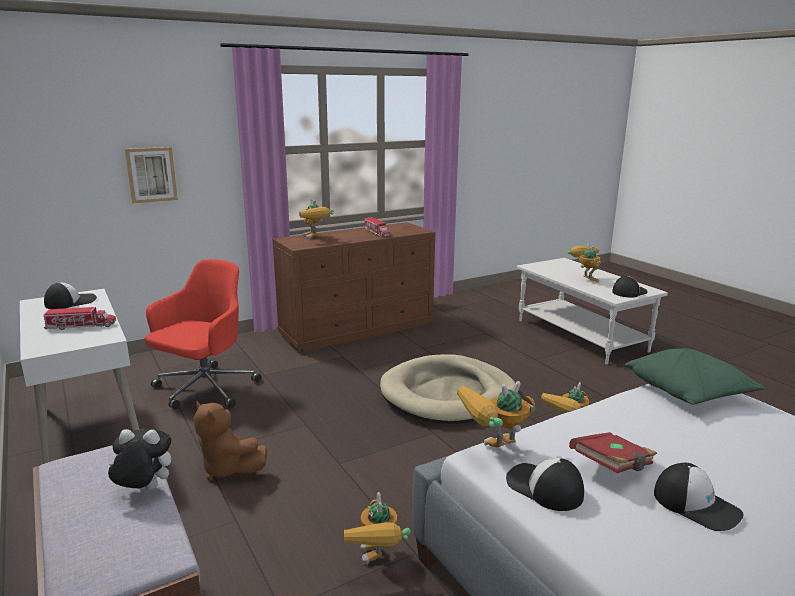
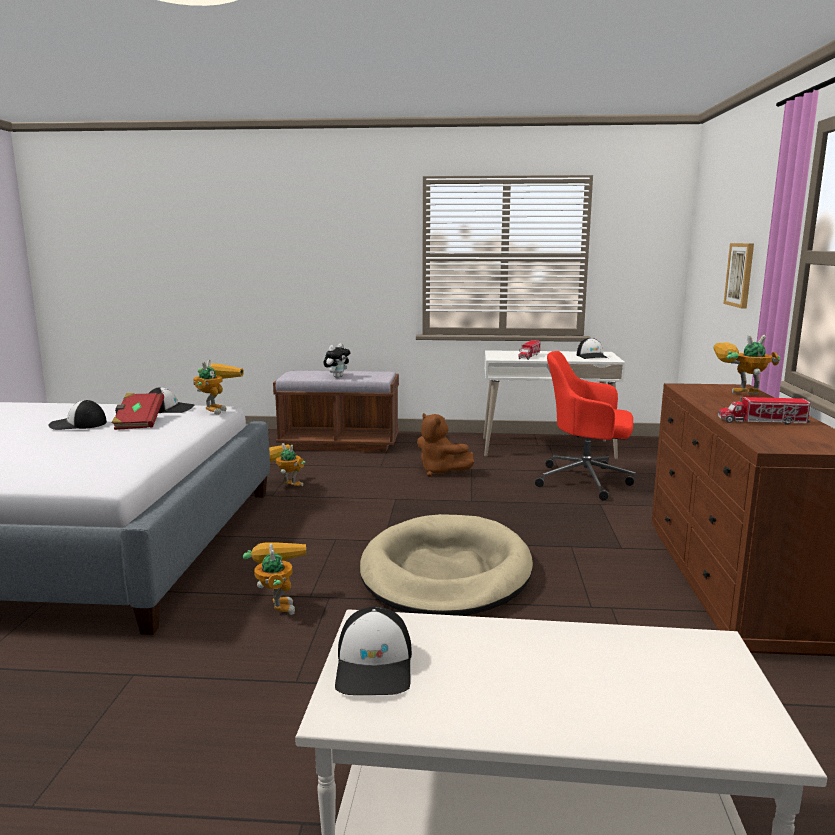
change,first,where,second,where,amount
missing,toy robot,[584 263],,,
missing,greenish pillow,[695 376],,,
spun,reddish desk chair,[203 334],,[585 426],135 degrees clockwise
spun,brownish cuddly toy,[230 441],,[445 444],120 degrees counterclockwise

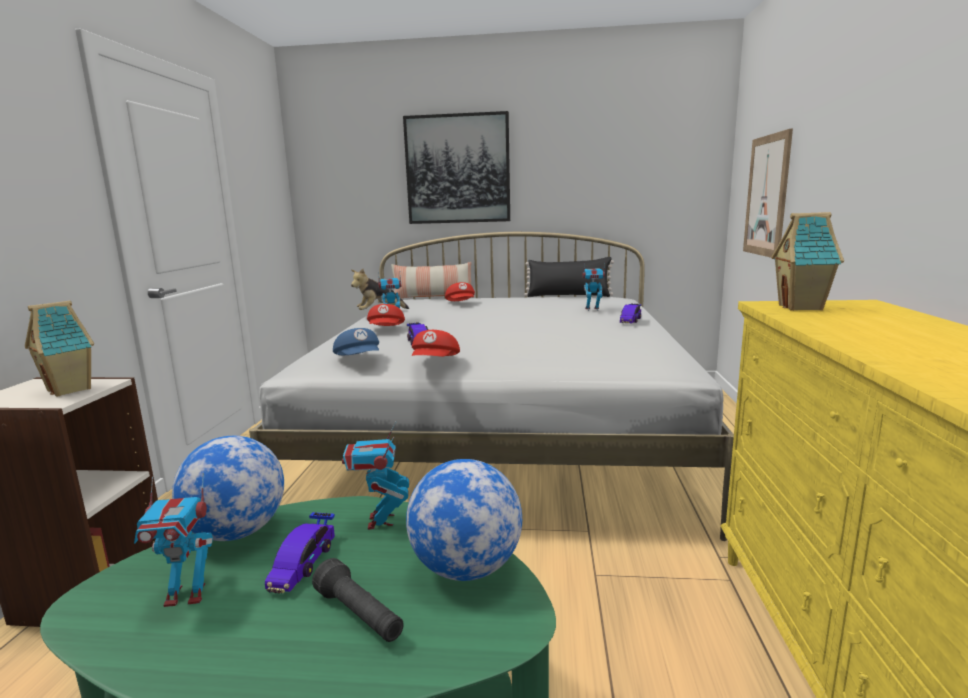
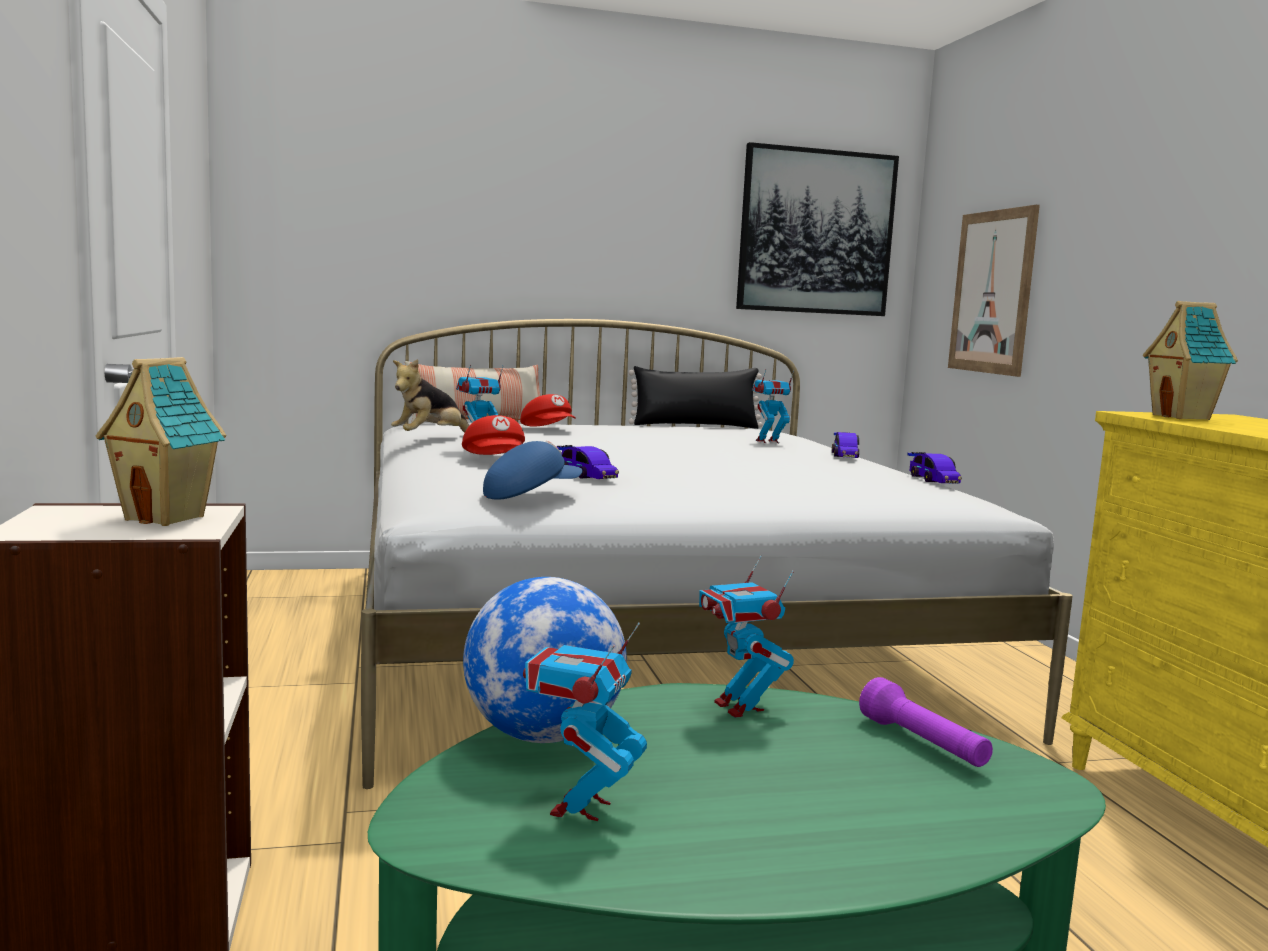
change,first,where,second,where,amount
missing,black-coloured hand torch,[358 600],,,
missing,reddish cap,[436 343],,,
relocated,toy car,[300 553],,[934 468],
relocated,wall picture,[456 167],,[817 229],
exchanged,globe,[464 520],purple-coloured hand torch,[926 722],
spun,toy robot,[173 540],,[585 722],135 degrees clockwise
spun,blue cap,[356 341],,[533 470],75 degrees counterclockwise

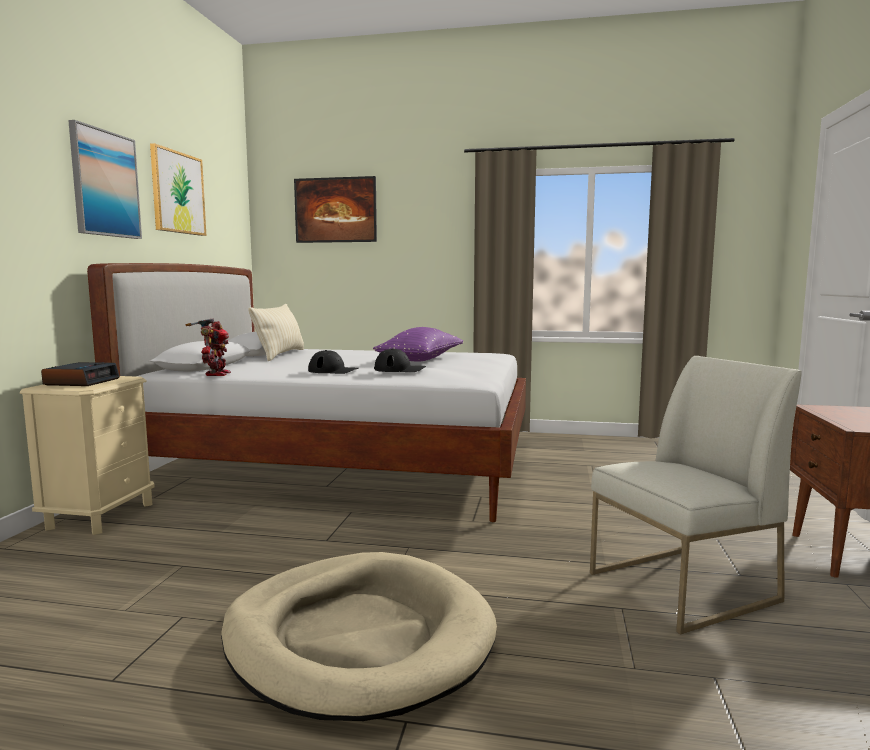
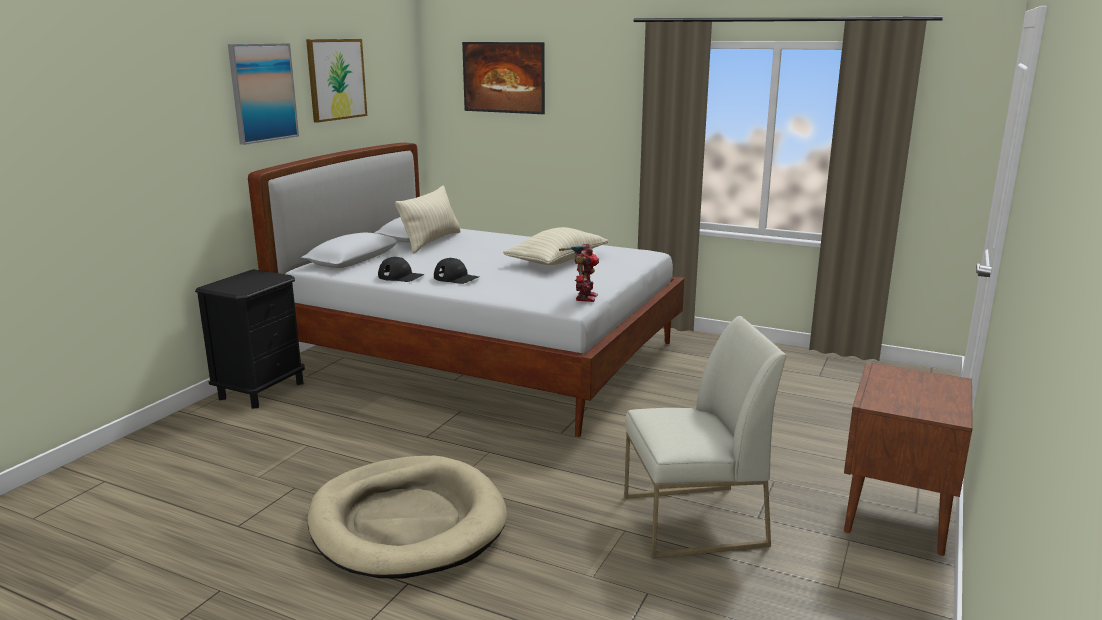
change,first,where,second,where,amount
missing,alarm clock,[80 374],,,
relocated,toy robot,[208 347],,[579 273],
relocated,black-coloured cap,[400 360],,[401 269],
colour,sand-coloured bedside table,[87 455],black-coloured bedside table,[250 339],
colour,purple-coloured pillow,[418 344],sand-coloured pillow,[555 246],

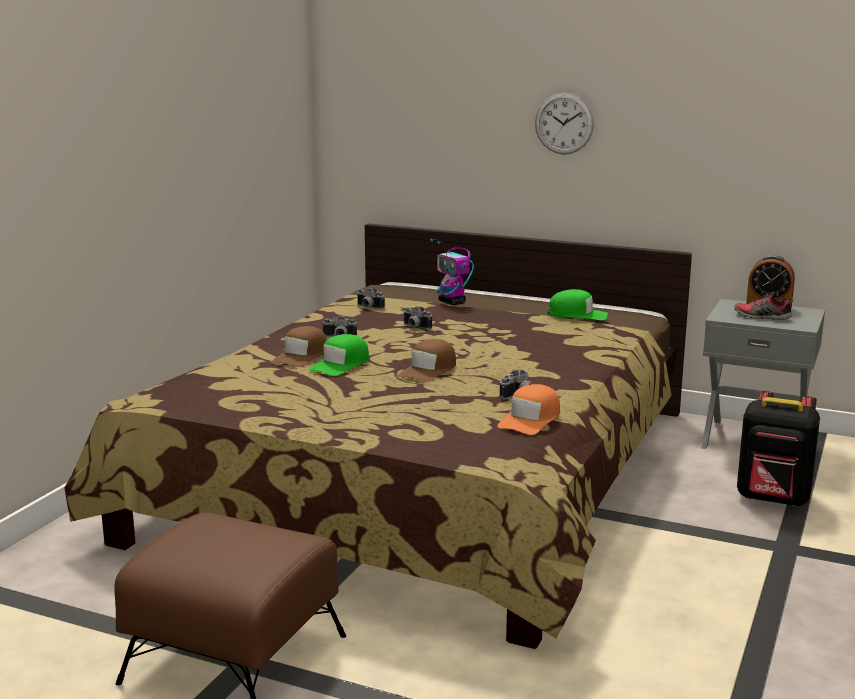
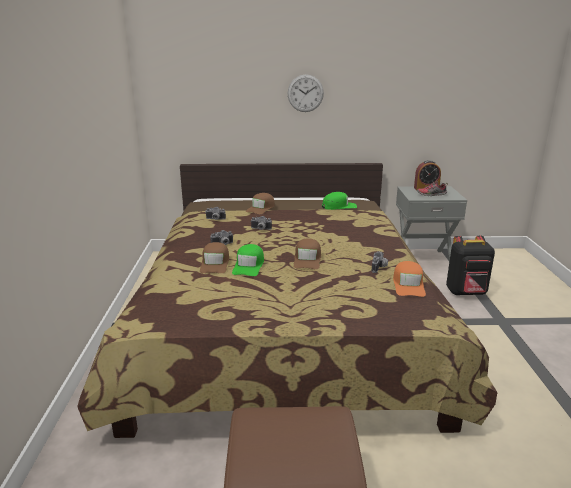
change,first,where,second,where,amount
exchanged,toy robot,[452 272],brownish cap,[260 203],

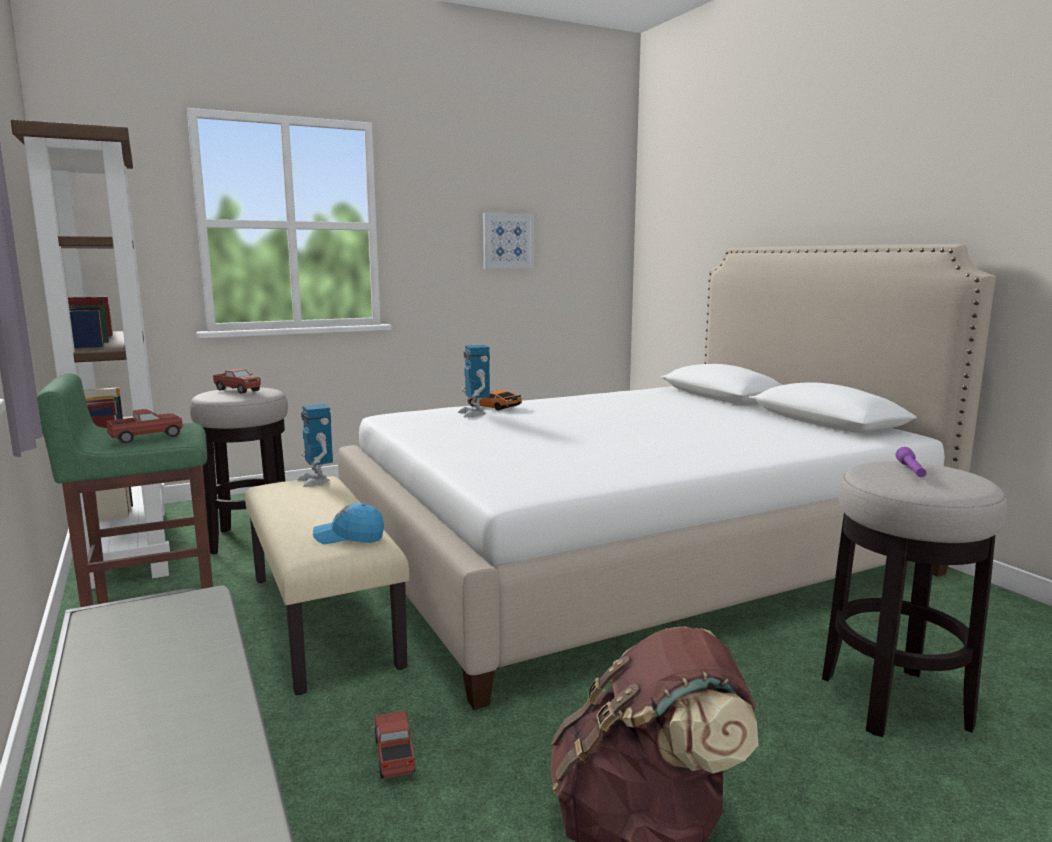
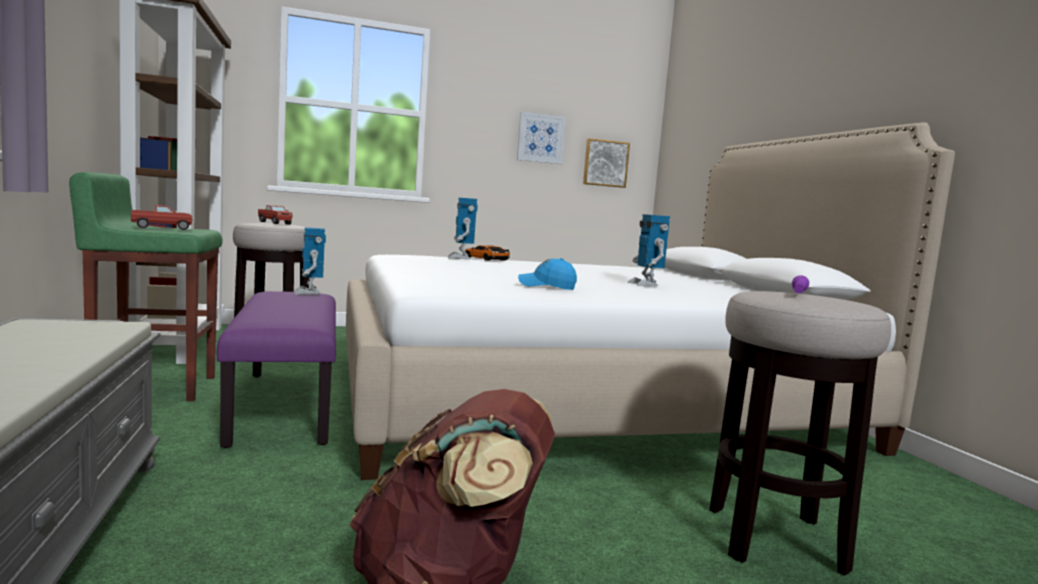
change,first,where,second,where,amount
missing,toy lorry,[394 745],,,
appeared,,,wall picture,[606 163],
appeared,,,toy robot,[648 250],
relocated,blue cap,[348 523],,[547 274],
colour,sand-coloured bench,[327 585],purple-coloured bench,[276 369],

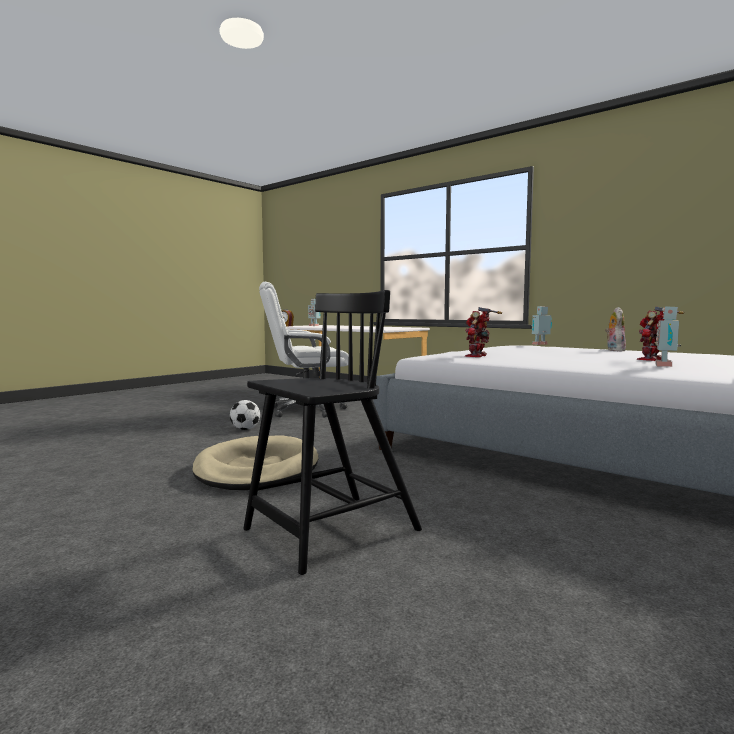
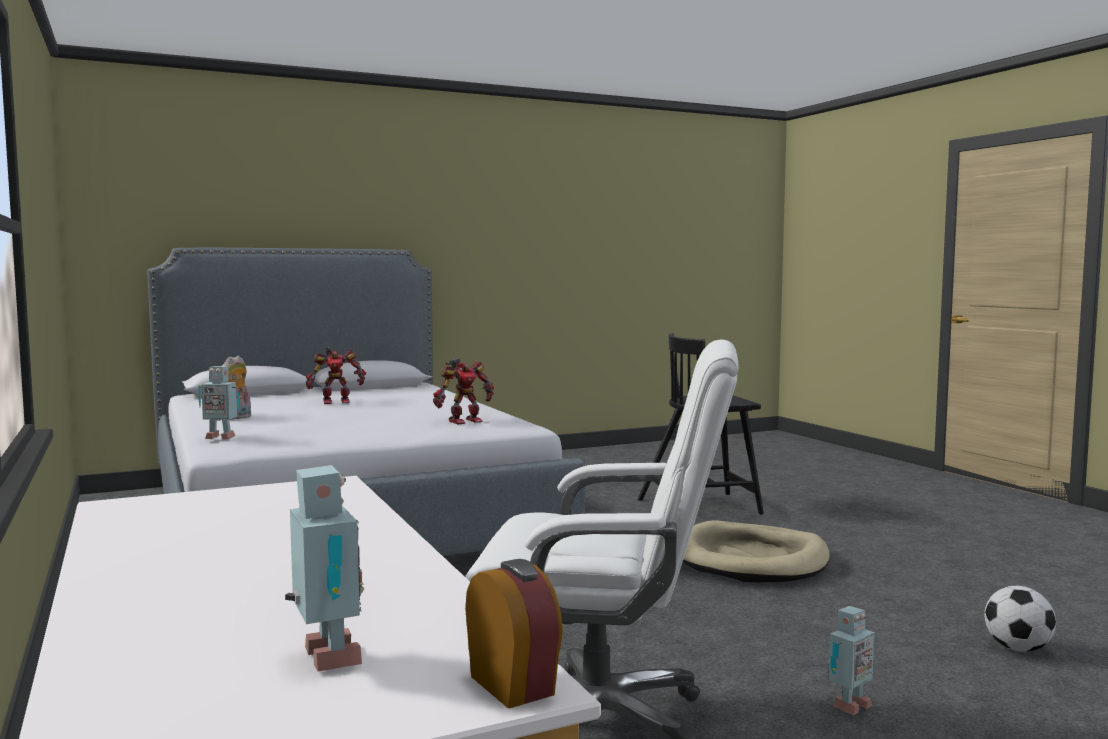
change,first,where,second,where,amount
relocated,football ball,[245 415],,[1020 619],
relocated,toy robot,[667 336],,[851 660],

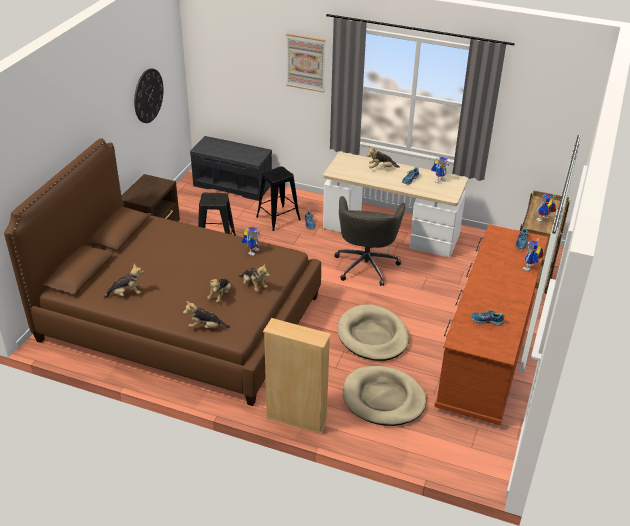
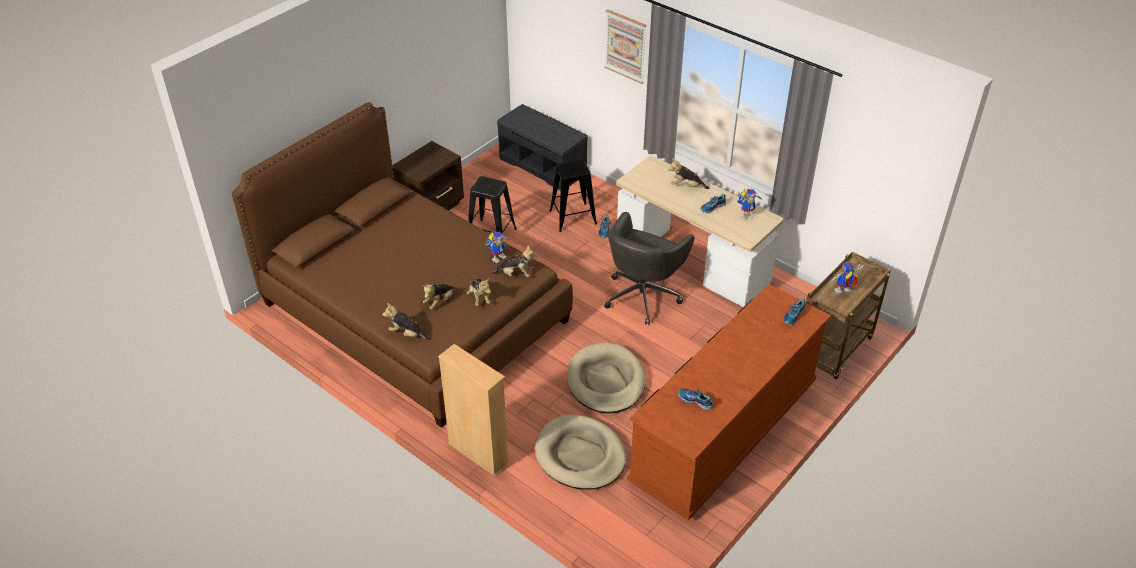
change,first,where,second,where,amount
missing,hanging clock,[149 96],,,
missing,toy robot,[532 254],,,
relocated,cuddly toy,[124 281],,[514 261],

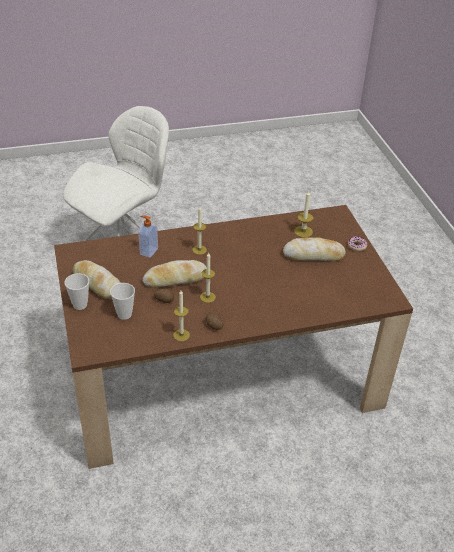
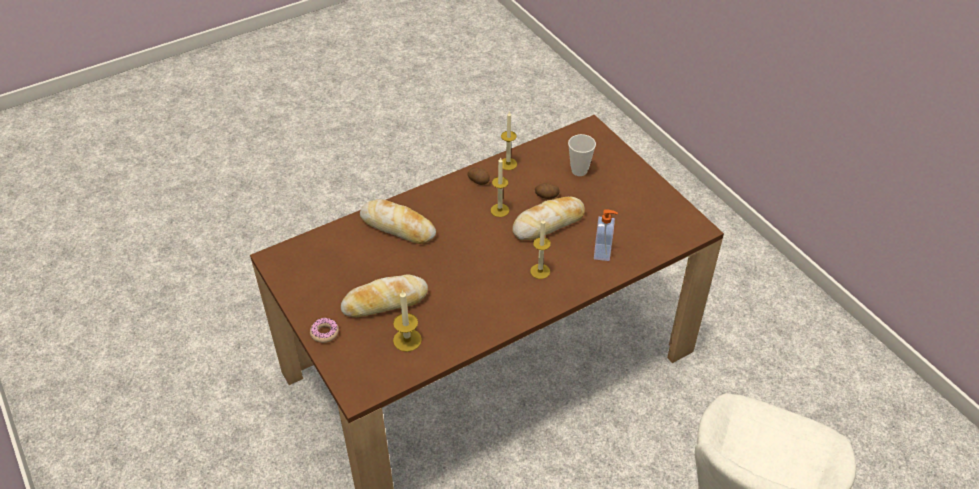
change,first,where,second,where,amount
missing,drinking cup,[76 291],,,
relocated,bread,[97 280],,[398 221],

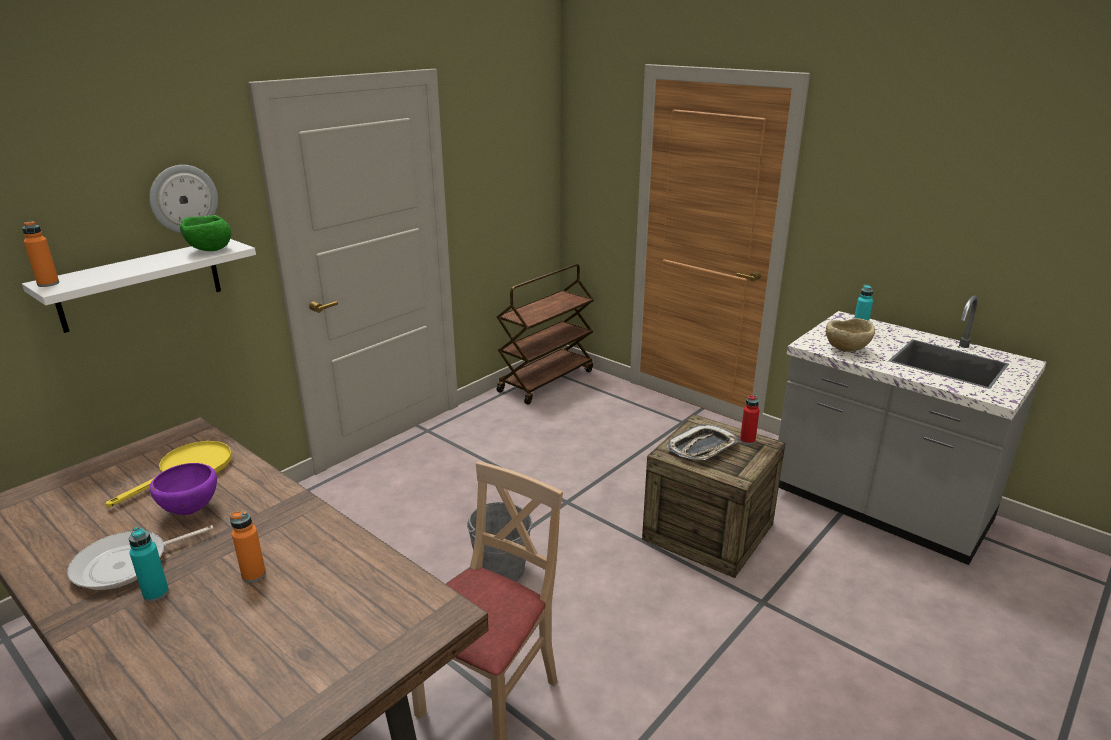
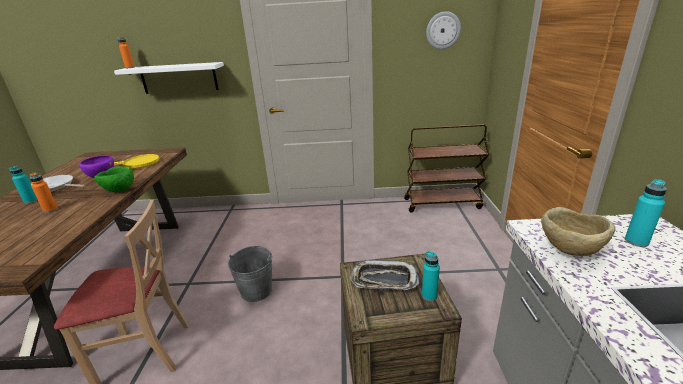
change,first,where,second,where,amount
relocated,hanging clock,[183 199],,[443 30],
relocated,greenish deep dish,[205 233],,[114 179],
colour,reddish bottle,[750 420],turquoise bottle,[431 276],

